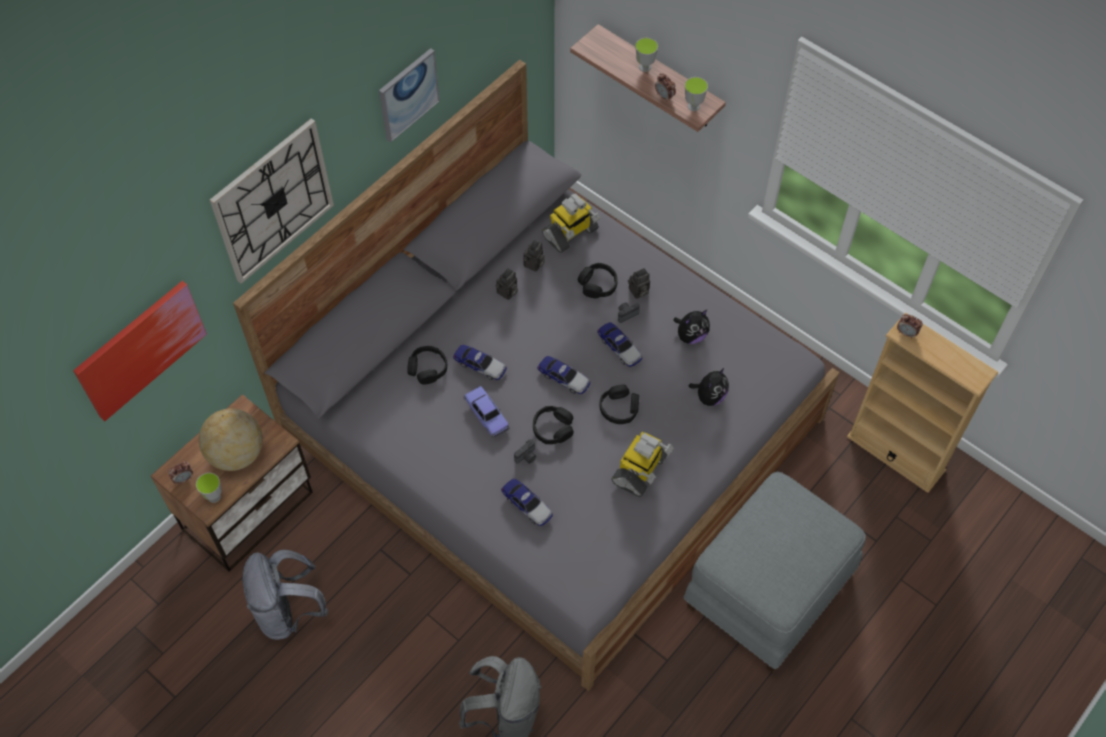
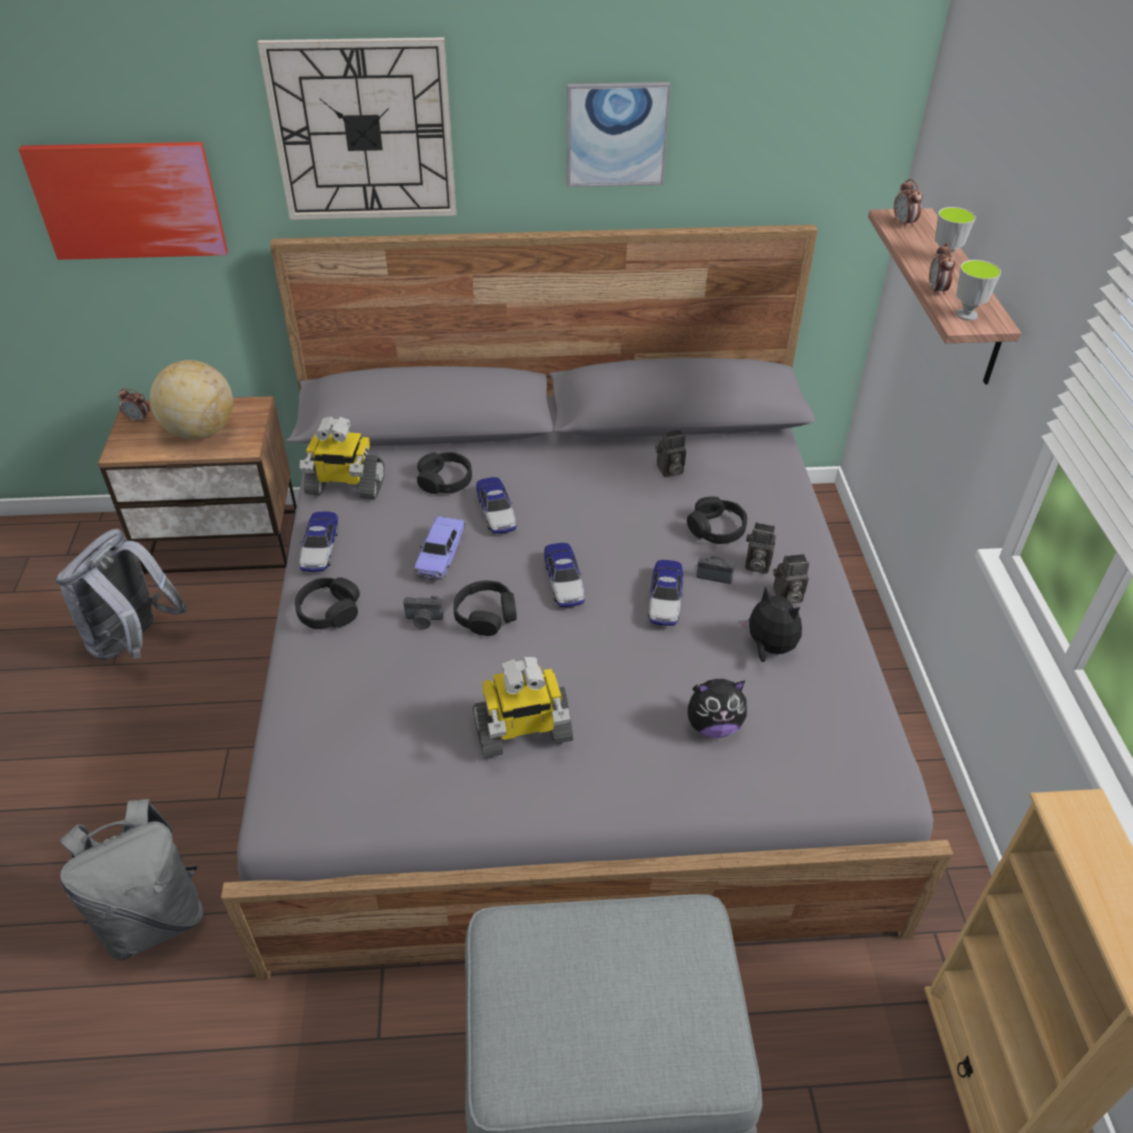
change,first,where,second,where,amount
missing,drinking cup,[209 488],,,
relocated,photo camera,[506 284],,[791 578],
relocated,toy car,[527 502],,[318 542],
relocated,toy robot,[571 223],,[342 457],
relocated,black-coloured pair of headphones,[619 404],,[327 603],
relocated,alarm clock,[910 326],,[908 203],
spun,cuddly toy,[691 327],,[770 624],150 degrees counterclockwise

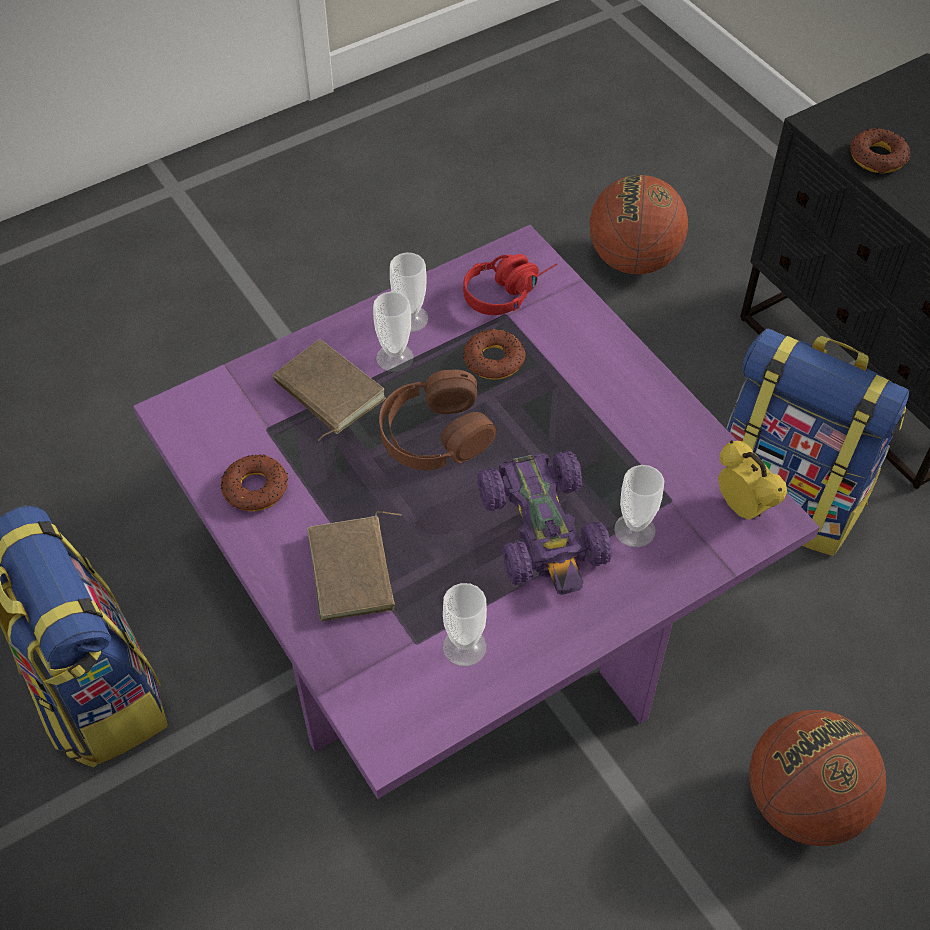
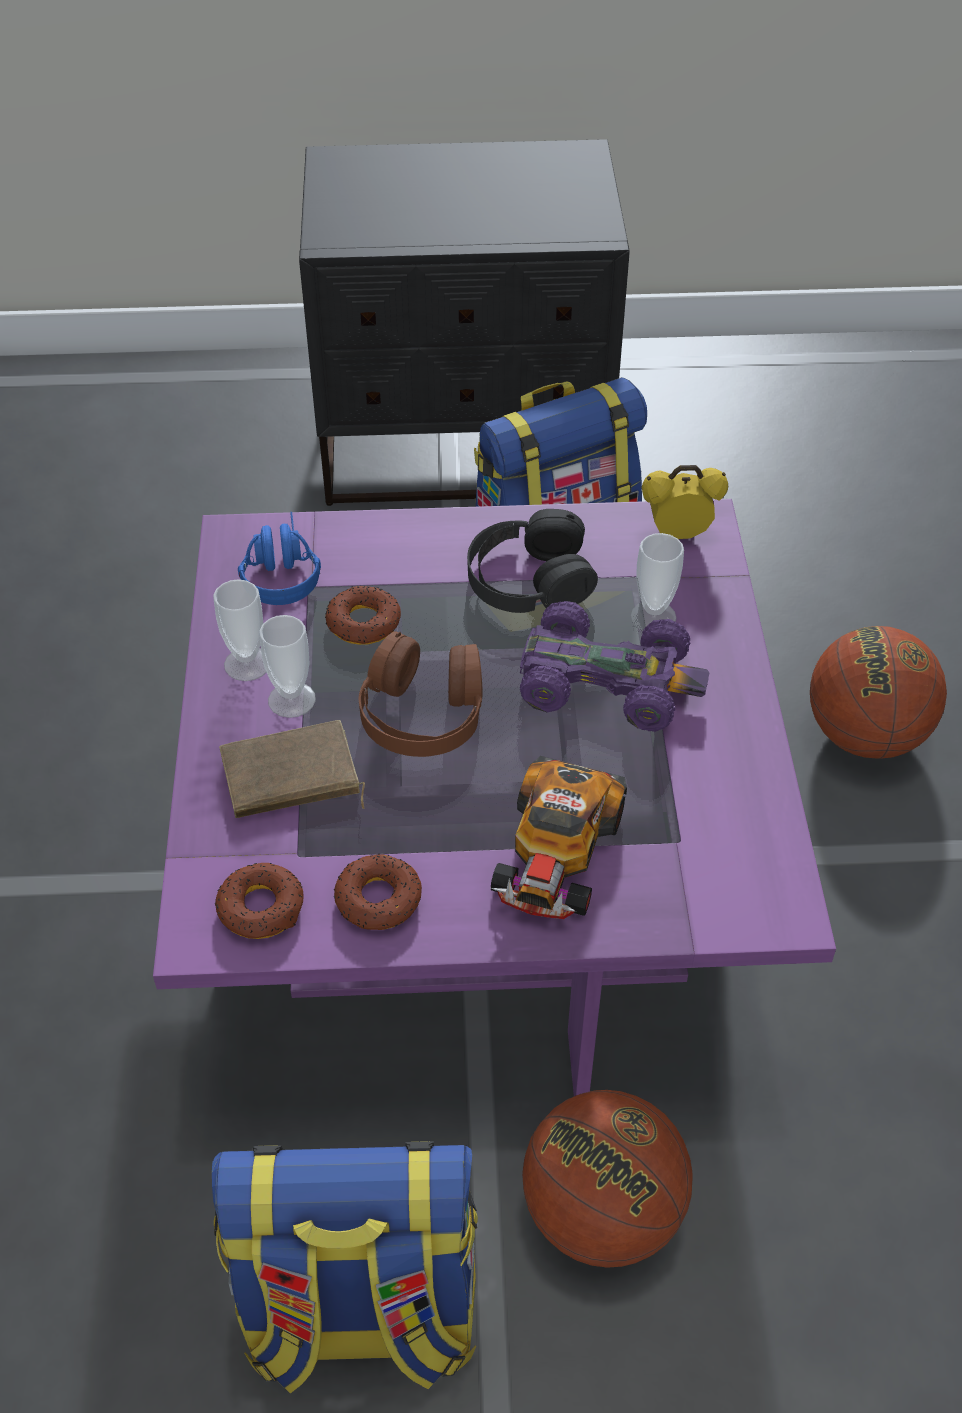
change,first,where,second,where,amount
missing,drinking cup,[465 625],,,
appeared,,,black-coloured pair of headphones,[532 561],
relocated,basketball ball,[638 224],,[607 1179],
relocated,donut,[880 151],,[259 901],
exchanged,brownish bound book,[354 566],toy car,[559 837],
colour,reddish pair of headphones,[510 284],blue pair of headphones,[279 558],

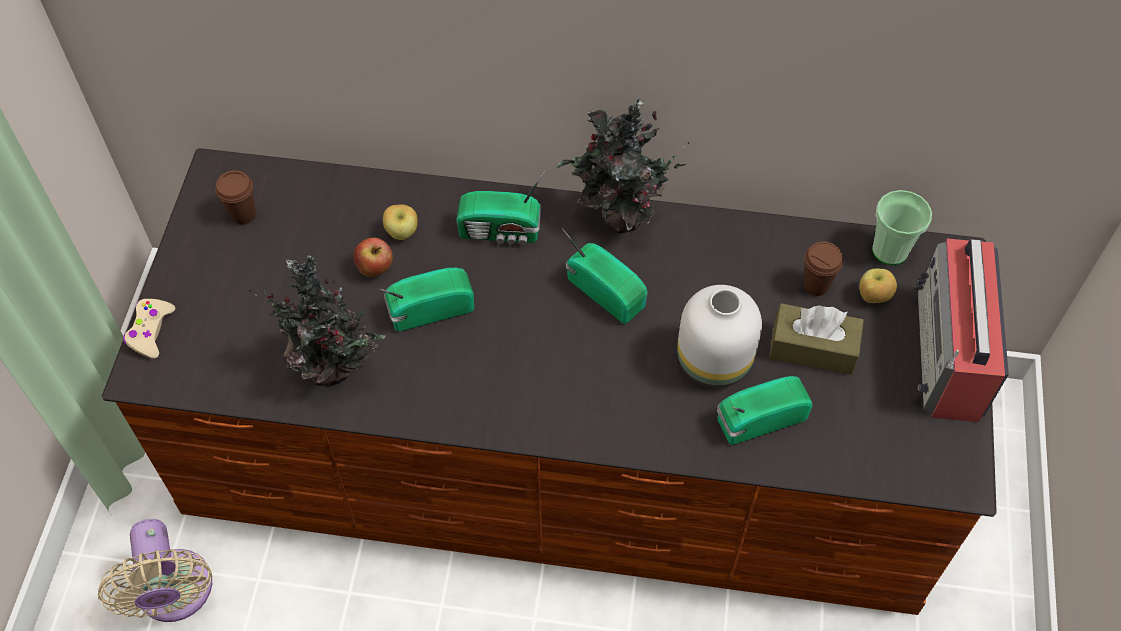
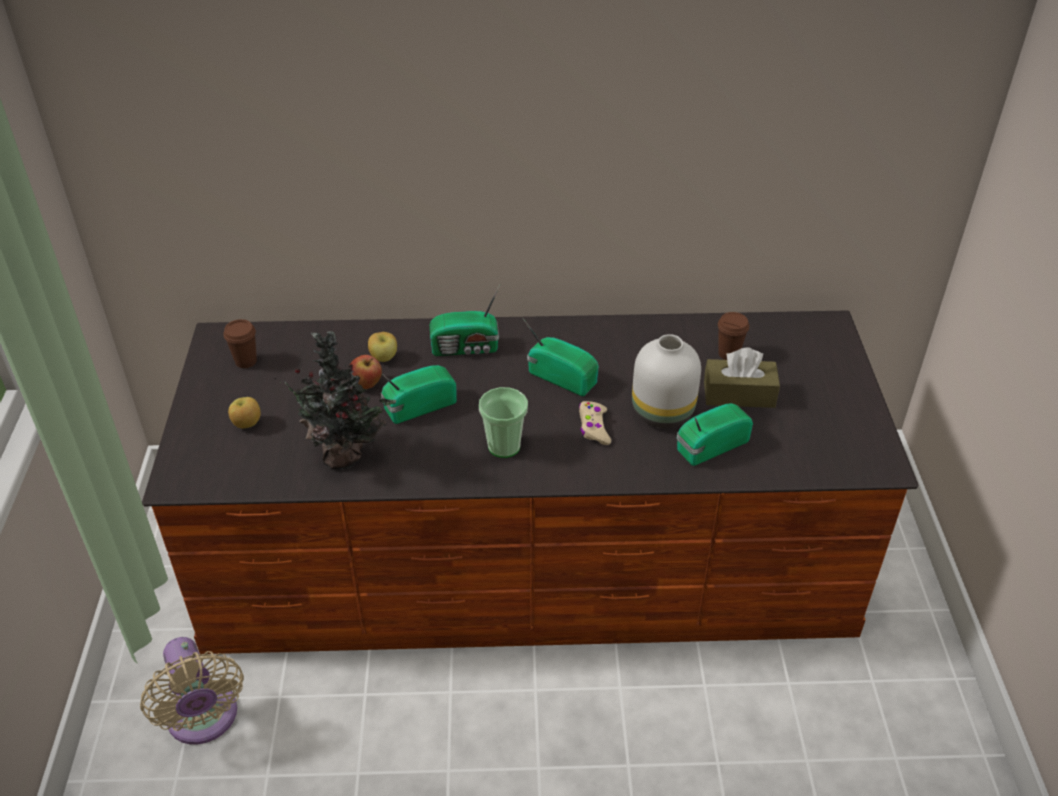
change,first,where,second,where,amount
missing,houseplant,[623 165],,,
missing,radio set,[962 330],,,
relocated,sand-coloured joypad,[149 329],,[595 423],
relocated,apple fruit,[878 285],,[244 412],
relocated,drinking cup,[902 227],,[503 422],

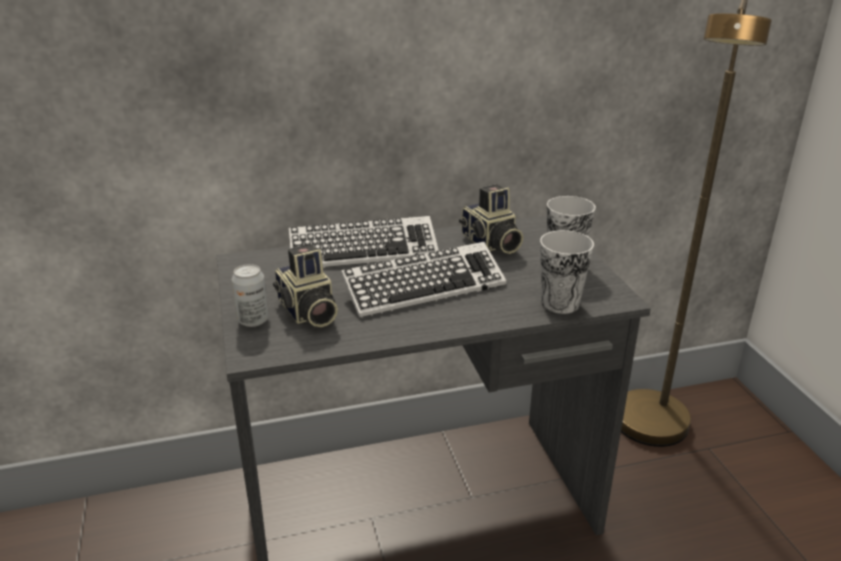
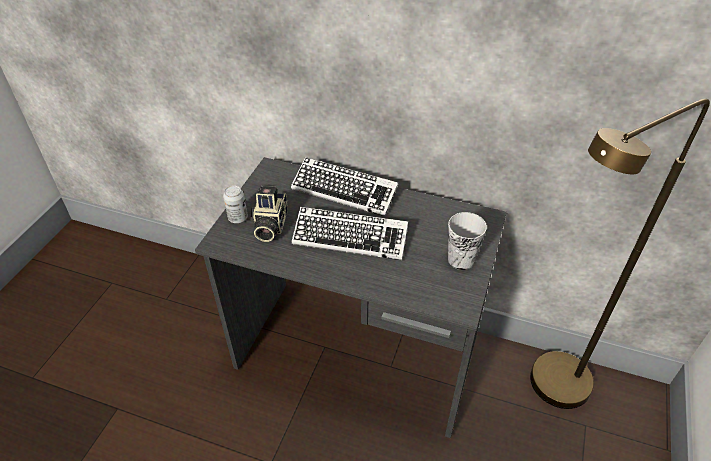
change,first,where,second,where,amount
missing,photo camera,[491 219],,,
missing,drinking cup,[567 272],,,

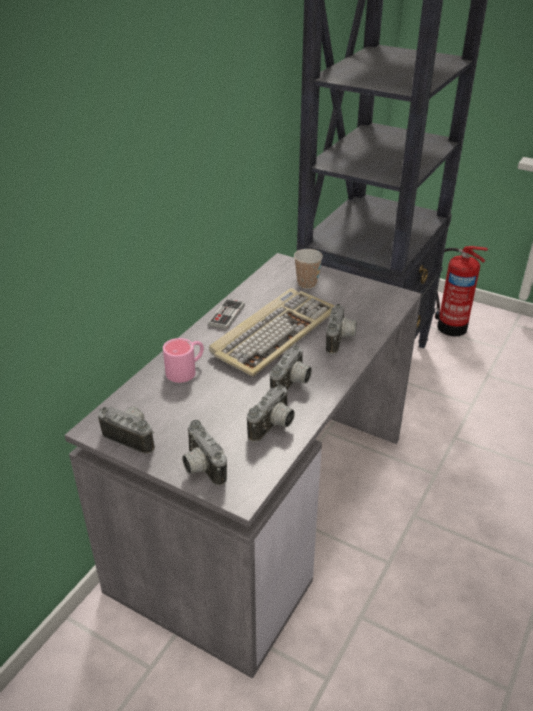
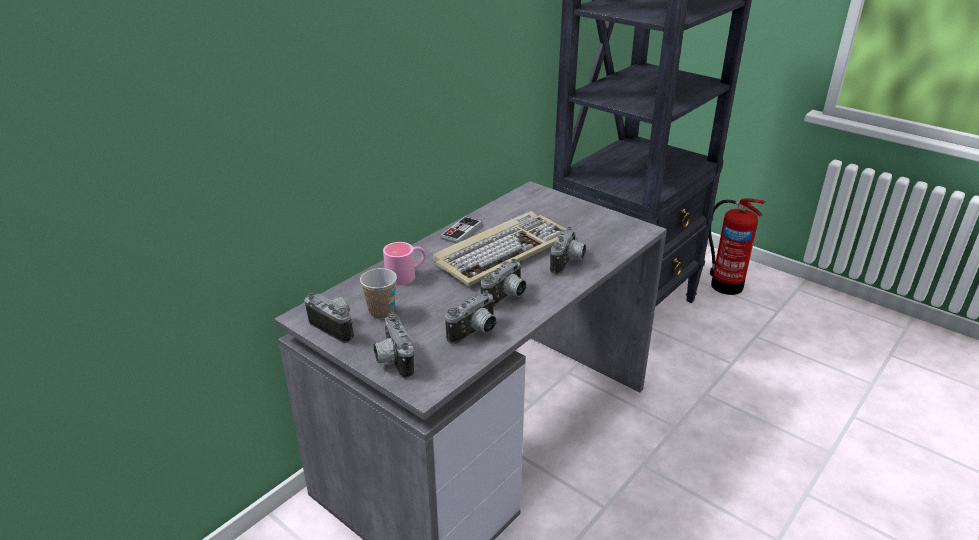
change,first,where,second,where,amount
relocated,drinking cup,[308 269],,[378 293],

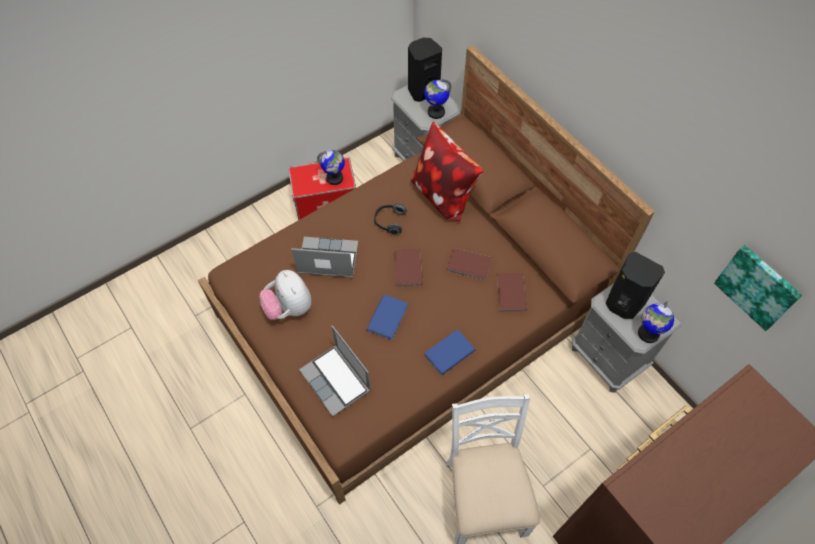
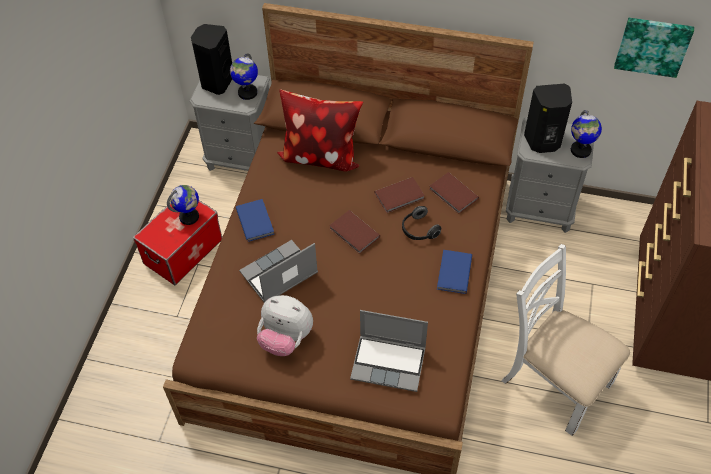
change,first,where,second,where,amount
relocated,blue bound book,[387 317],,[255 220],
relocated,pair of headphones,[390 219],,[421 223],

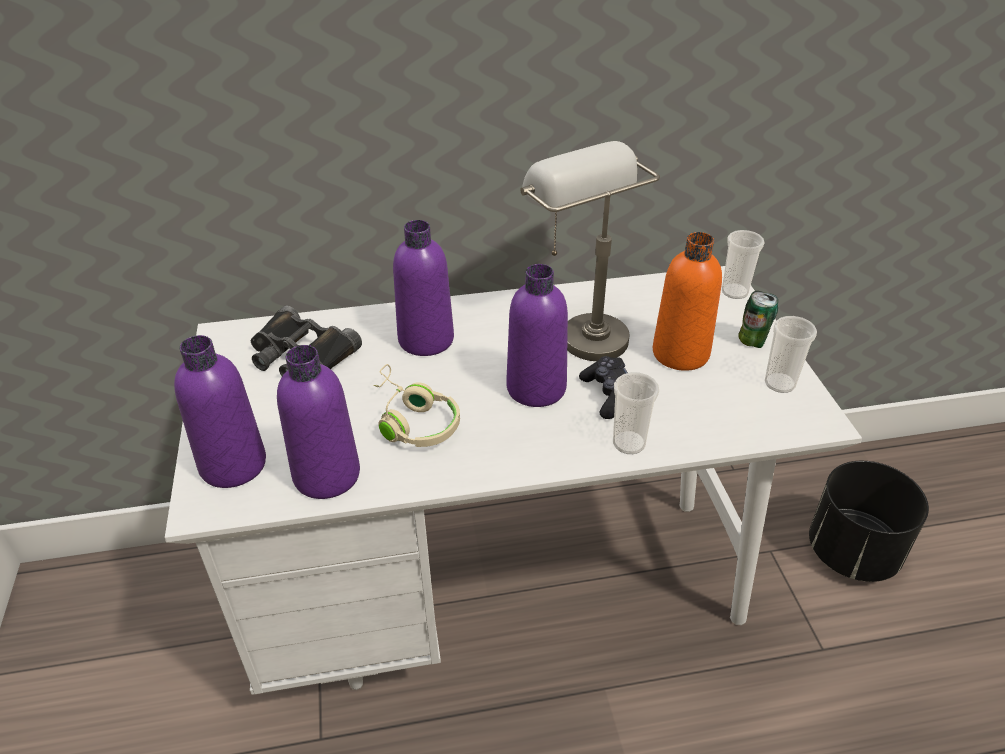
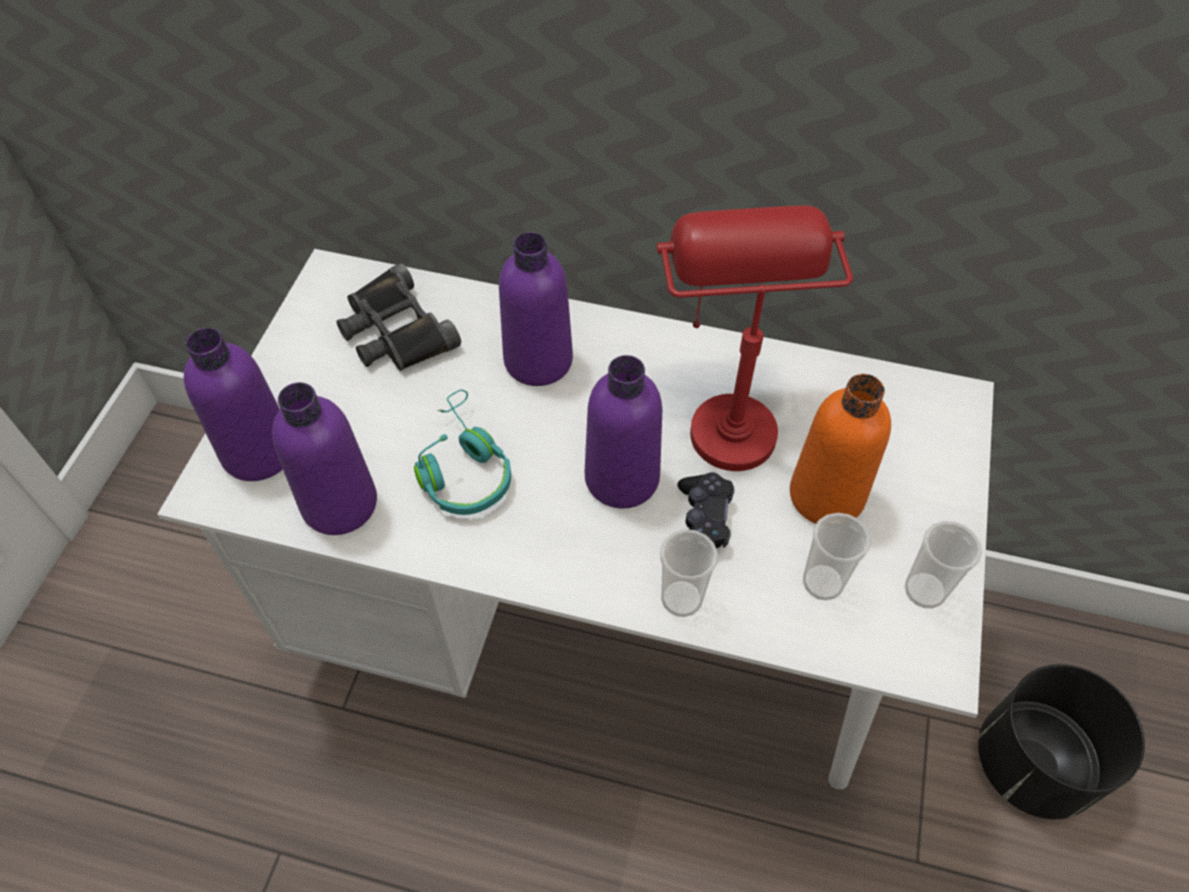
change,first,where,second,where,amount
missing,sealed can,[758 319],,,
relocated,drinking cup,[743 264],,[837 556],
colour,sand-coloured pair of headphones,[417 405],turquoise pair of headphones,[462 452],
colour,grey table lamp,[590 251],reddish table lamp,[755 338],

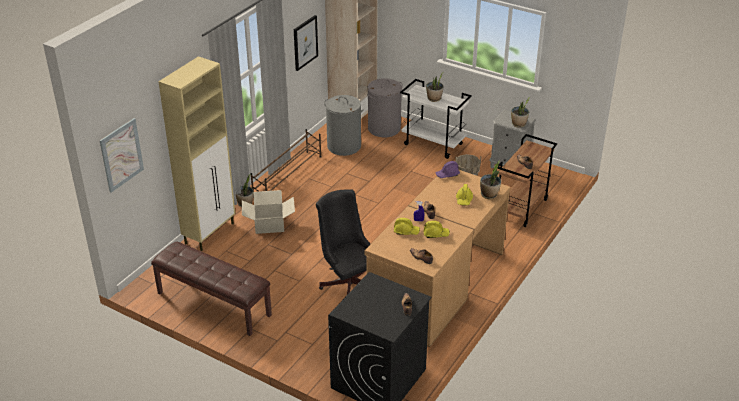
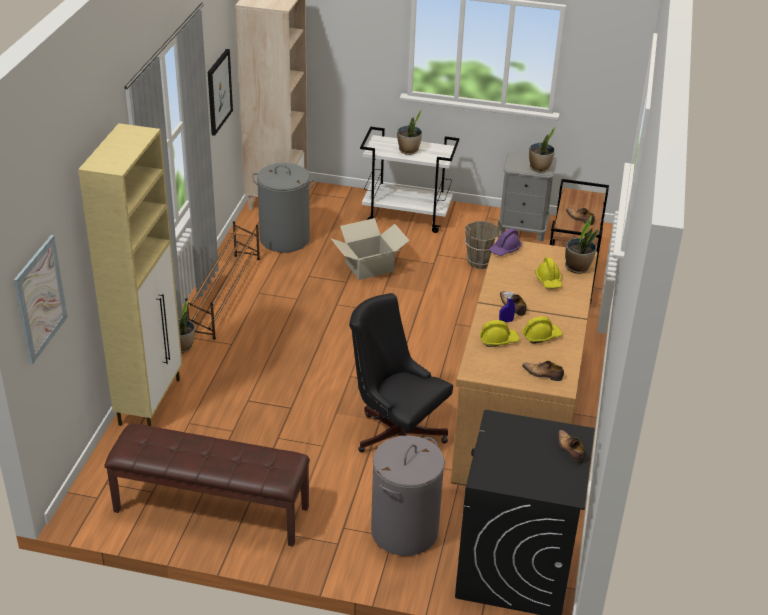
change,first,where,second,where,amount
relocated,packing box,[268 212],,[370 249],
relocated,grey washing basket,[385 107],,[408 495],

